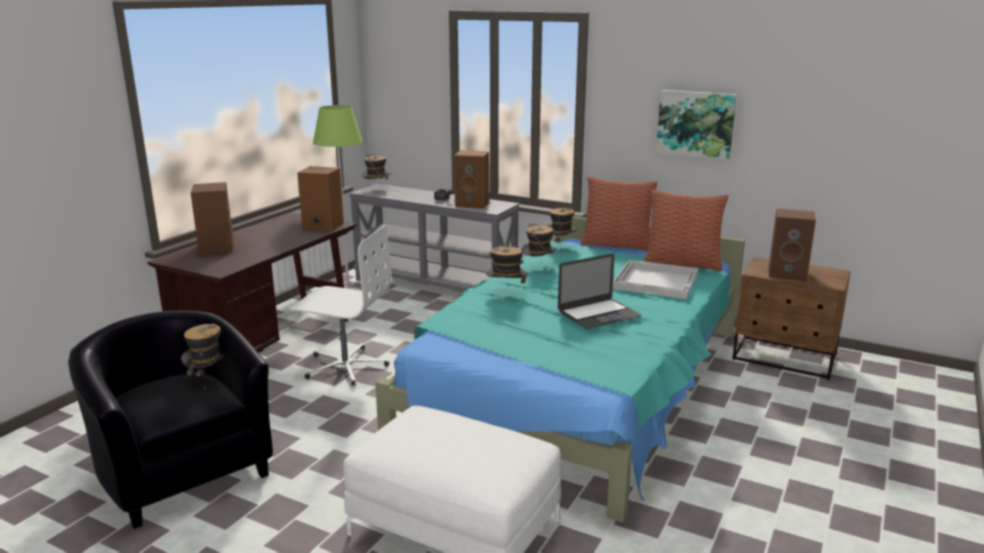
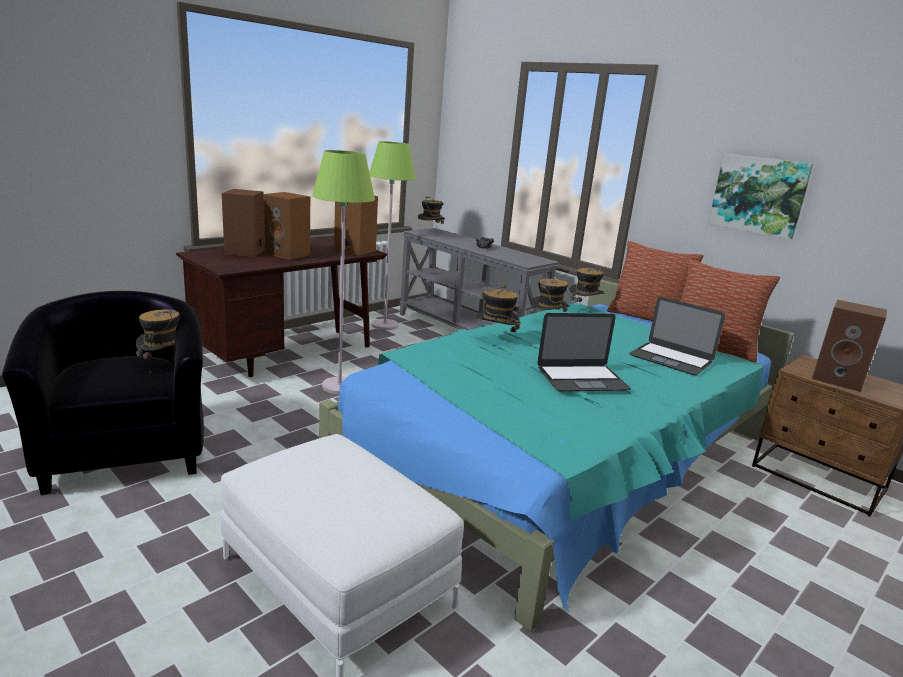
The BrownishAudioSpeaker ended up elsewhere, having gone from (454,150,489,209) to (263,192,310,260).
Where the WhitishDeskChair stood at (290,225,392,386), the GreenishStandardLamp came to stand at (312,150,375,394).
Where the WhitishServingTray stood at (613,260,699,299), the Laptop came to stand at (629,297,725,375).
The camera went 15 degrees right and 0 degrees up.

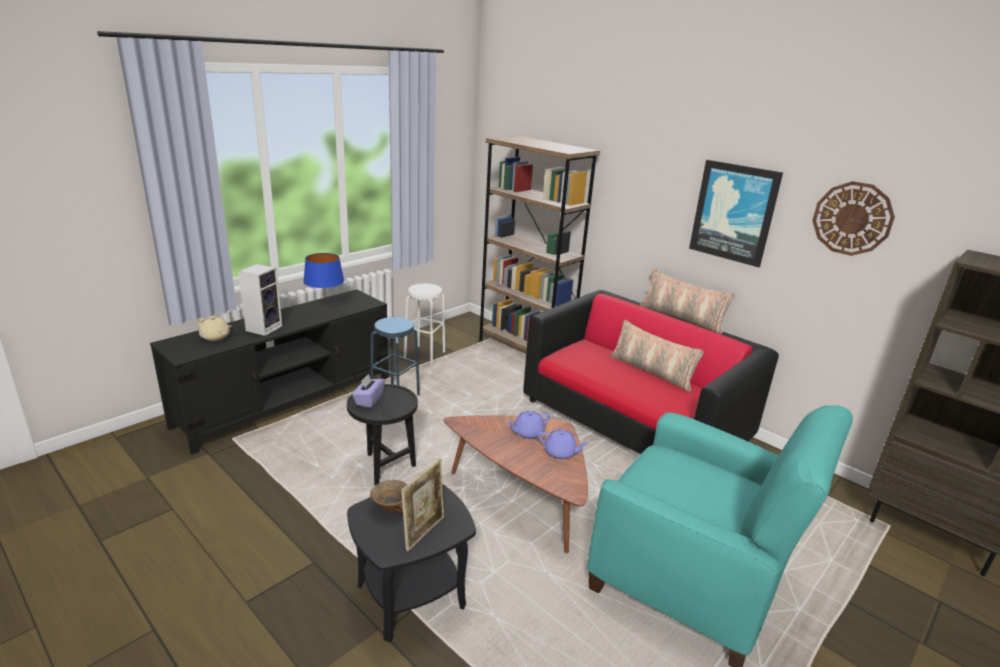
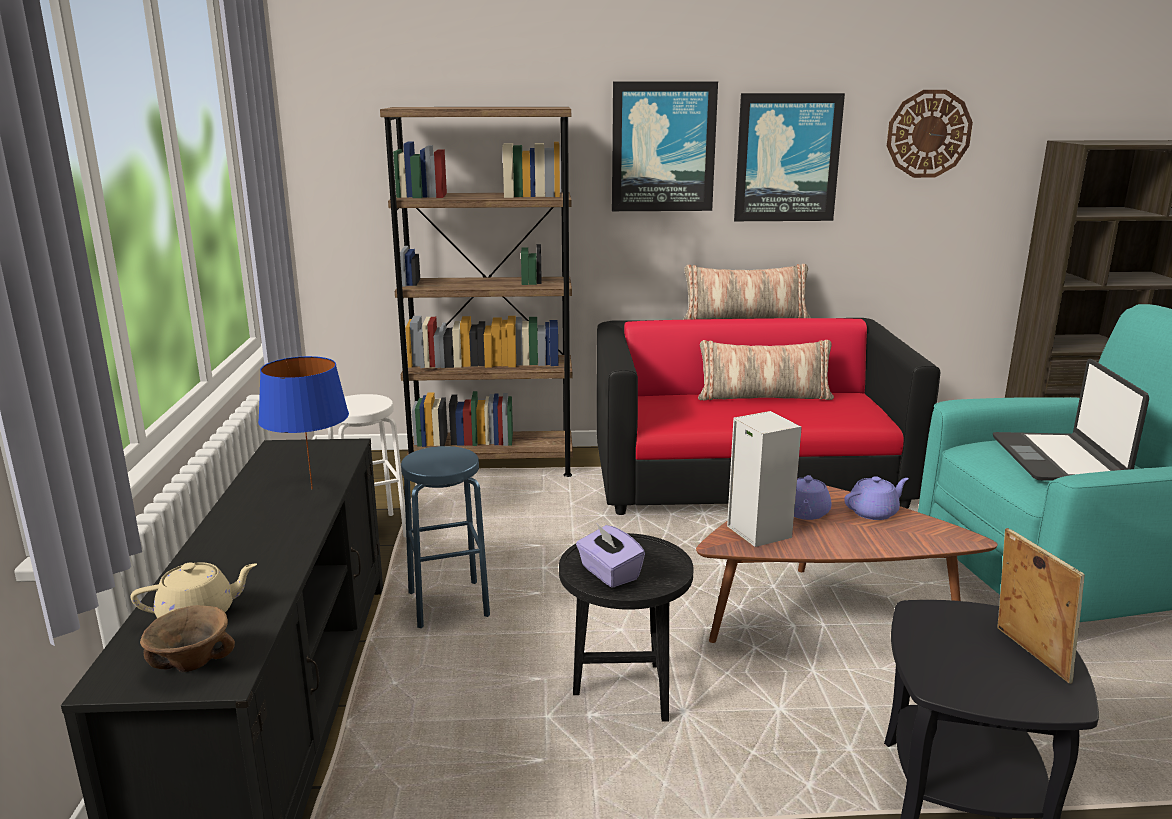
The AudioSpeaker ended up elsewhere, having gone from (238,264,282,336) to (727,411,802,547).
The BrownishServingBowl ended up elsewhere, having gone from (370,480,407,514) to (140,605,235,672).
The second view gained the Picture at (612,82,718,211).
The second view gained the Laptop at (993,359,1149,481).
The camera went 45 degrees left and 5 degrees down.

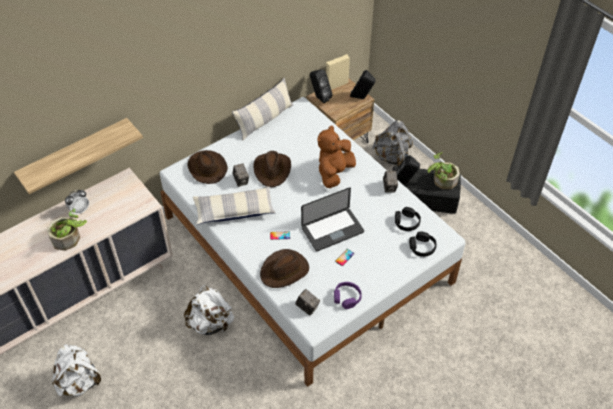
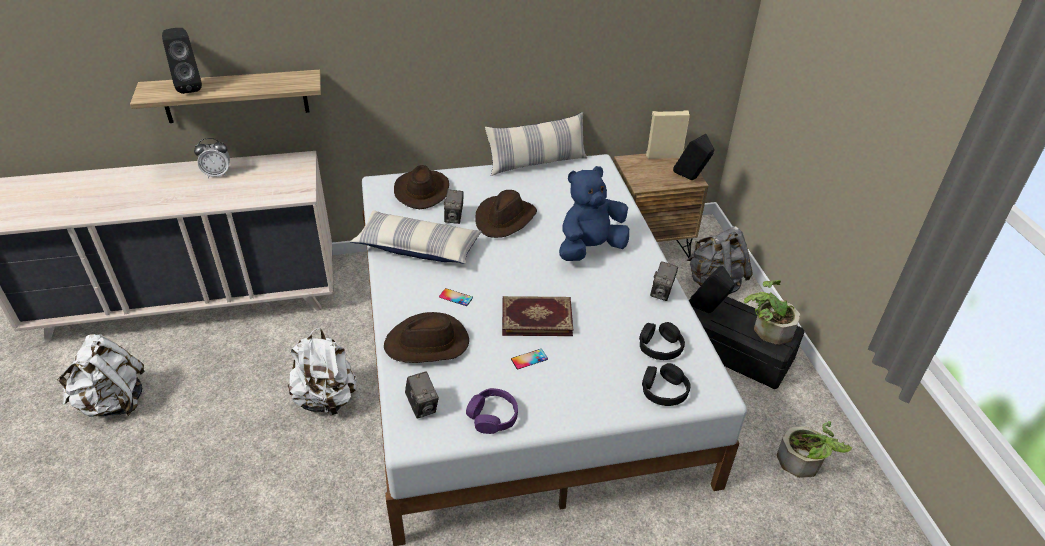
The BlackColouredAudioSpeaker ended up elsewhere, having gone from (310,70,333,103) to (162,28,202,94).
What was the BrownishPlushToy at (318,126,356,188) turned into the BluishPlushToy at (559,166,629,261).
Where the Laptop stood at (301,187,364,251), the Volume came to stand at (502,296,573,336).
The Houseplant ended up elsewhere, having gone from (47,208,87,251) to (777,421,852,478).
The camera went 25 degrees right and 10 degrees down.

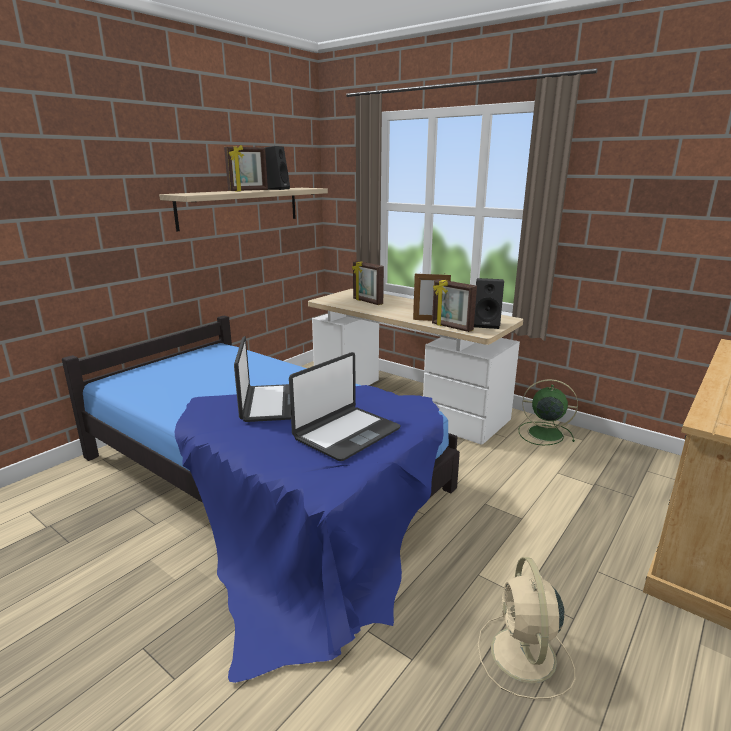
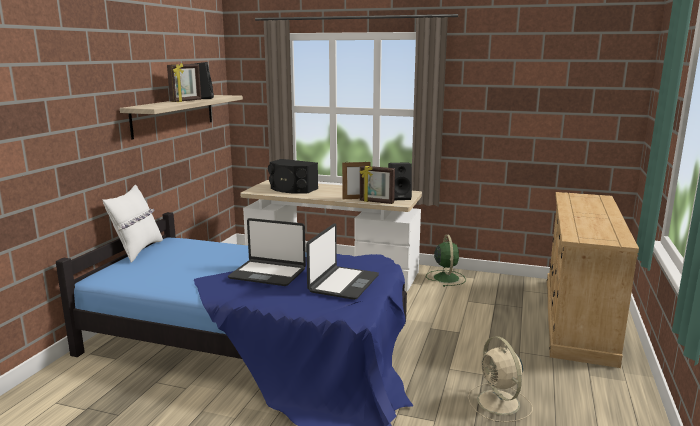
Where the PhotoFrame stood at (352,261,384,305), the BlackColouredAudioSpeaker came to stand at (268,159,318,194).
The Laptop at (234,336,291,422) ended up facing another way, 135 degrees clockwise from before.
The GreenishElectricFan at (519,379,578,446) ended up facing another way, 90 degrees clockwise from before.
The second view gained the WhitishCushion at (103,185,163,262).
The camera went 20 degrees left and 5 degrees down.

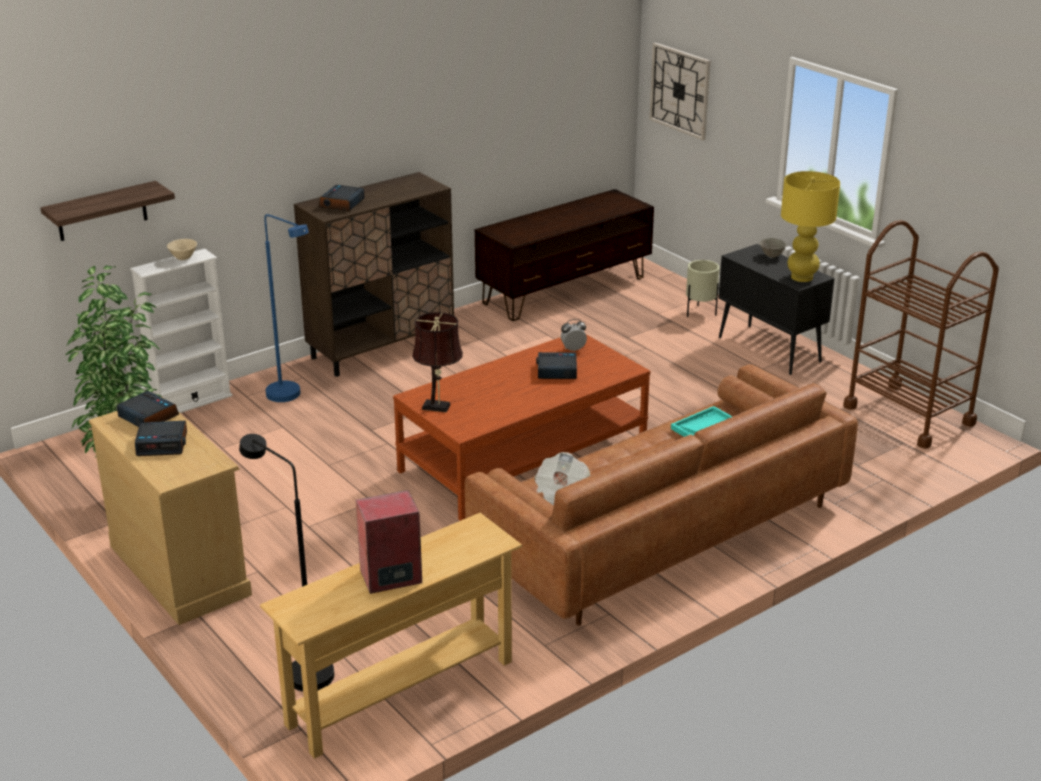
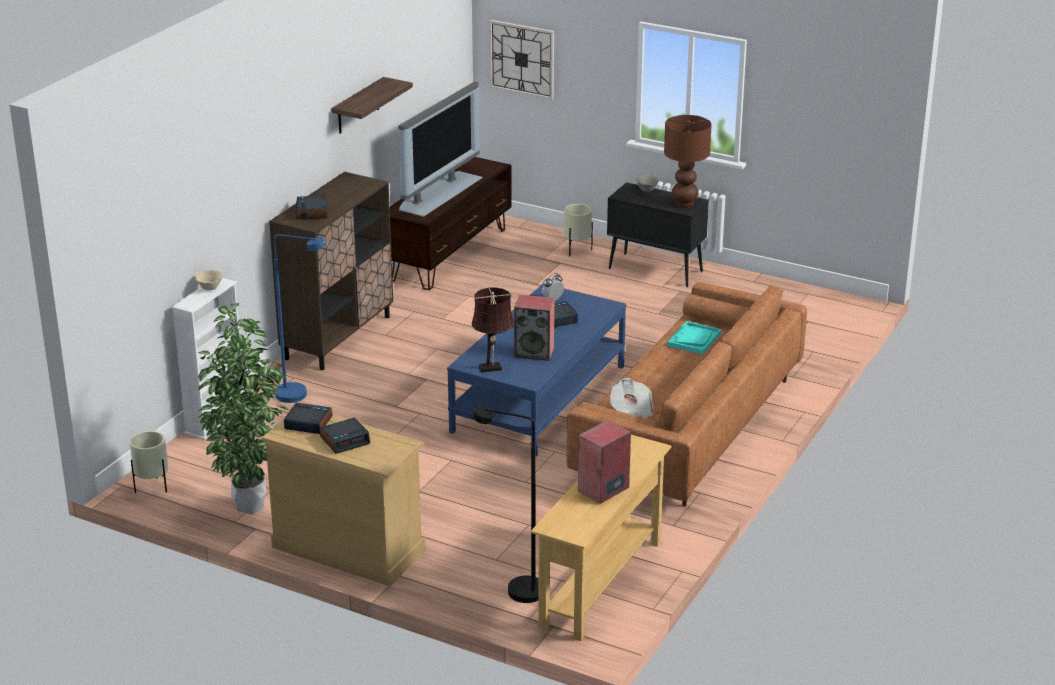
What was the YellowColouredLampForATable at (781,171,840,282) turned into the BrownishLampForATable at (664,115,712,208).
The WallShelf ended up elsewhere, having gone from (40,181,175,241) to (331,77,413,134).
The second view lost the BrownishCart at (843,220,999,449).
What was the BrownishLowTable at (393,334,650,521) turned into the BluishLowTable at (447,284,626,457).
The second view gained the Television at (398,81,482,217).
The second view gained the AudioSpeaker at (514,295,555,361).
The second view gained the SandColouredPlanter at (130,431,168,493).
The camera went 25 degrees left and 0 degrees up.

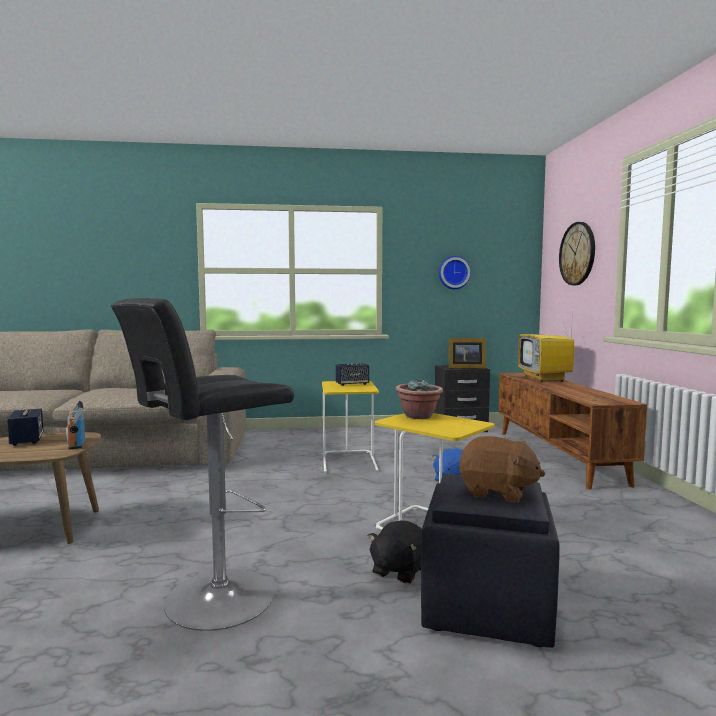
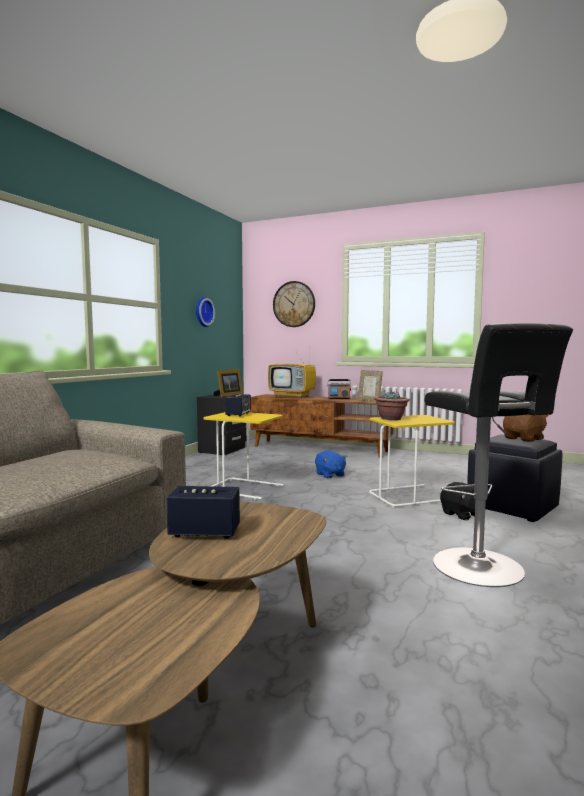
The RadioReceiver ended up elsewhere, having gone from (66,401,85,450) to (327,379,351,399).
The second view gained the PhotoFrame at (358,370,383,402).
The camera went 60 degrees left and 0 degrees up.

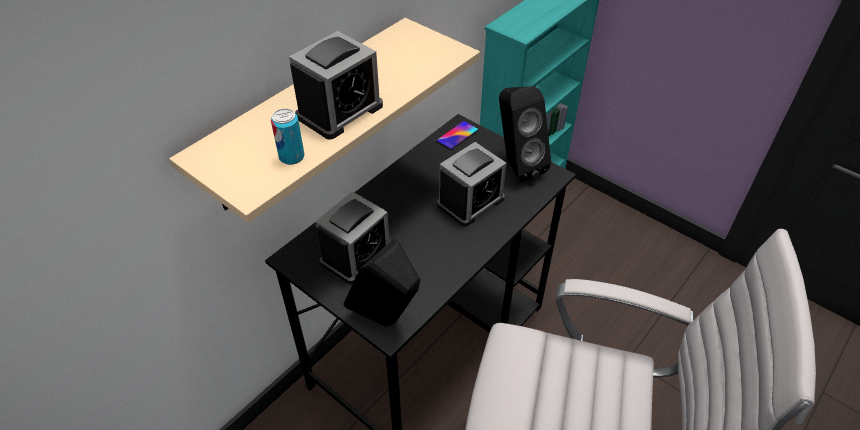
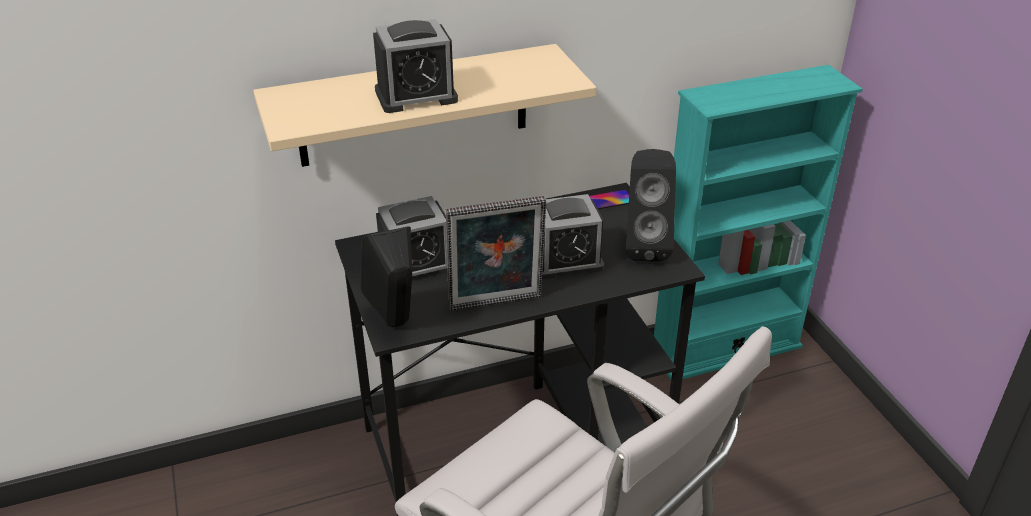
The second view lost the SealedCan at (271,109,304,165).
The second view gained the PhotoFrame at (446,196,546,311).
The camera went 30 degrees right and 10 degrees down.

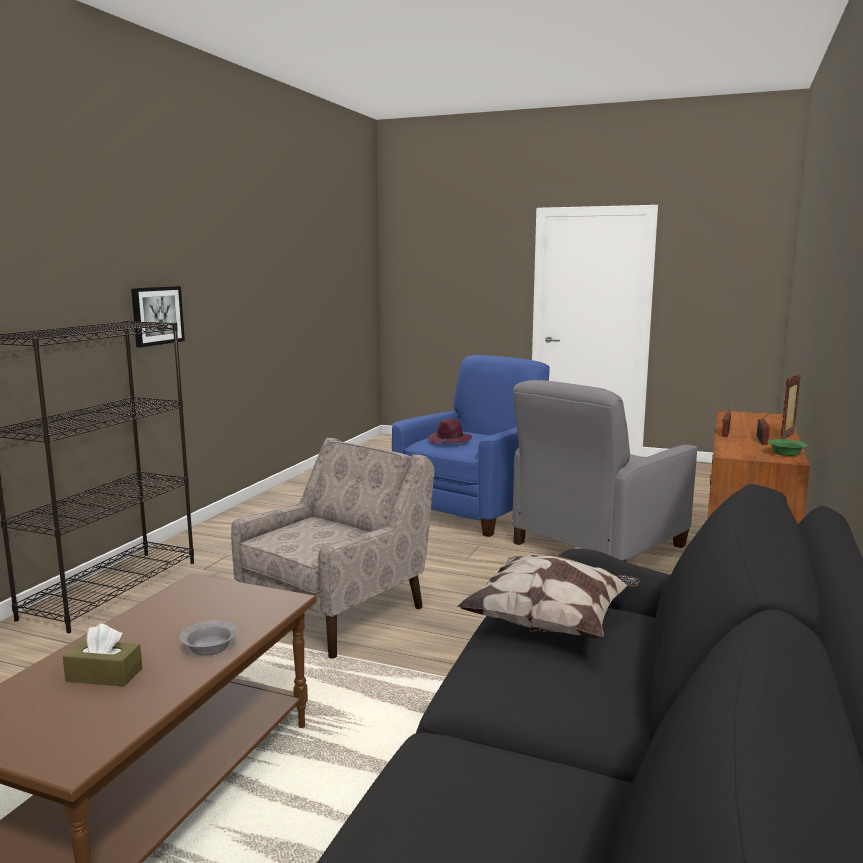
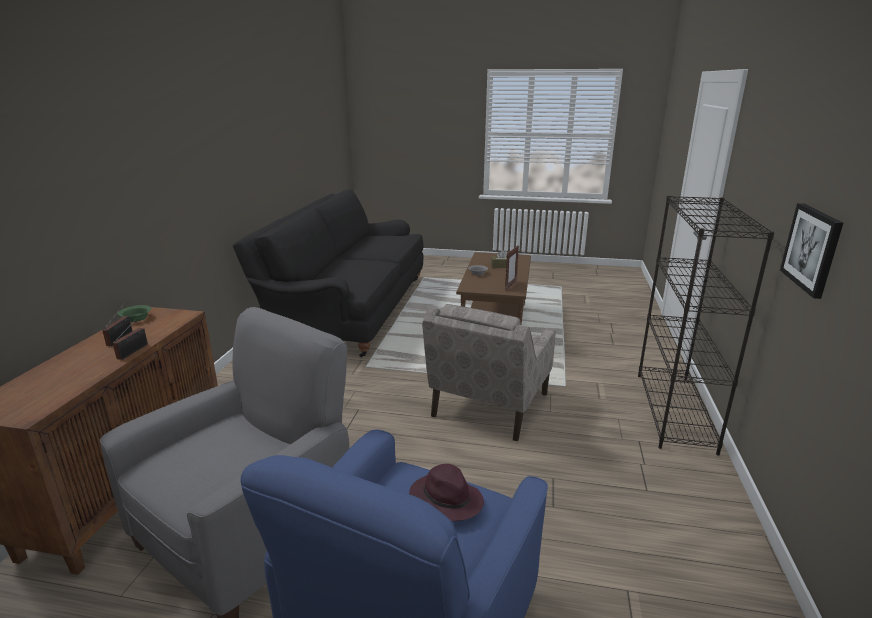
The PhotoFrame ended up elsewhere, having gone from (781,374,801,439) to (505,245,519,290).
The second view lost the Cushion at (457,555,640,639).
The camera went 170 degrees right and 10 degrees up.

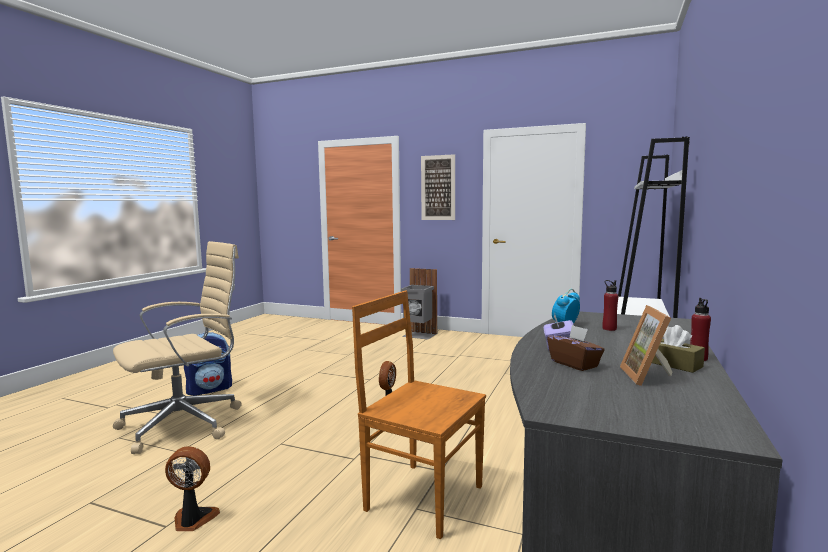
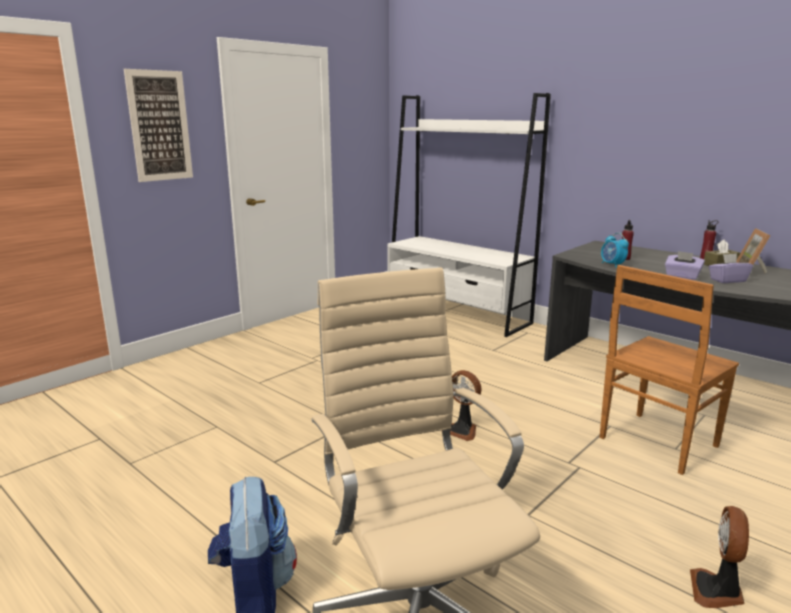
The second view lost the GreyRubbishBin at (401,268,437,340).
The PhotoFrame at (620,305,672,386) ended up facing another way, 75 degrees clockwise from before.
What was the BrownishTissueHolder at (547,325,604,371) turned into the PurpleColouredTissueHolder at (709,254,753,283).
The camera went 70 degrees left and 10 degrees up.

